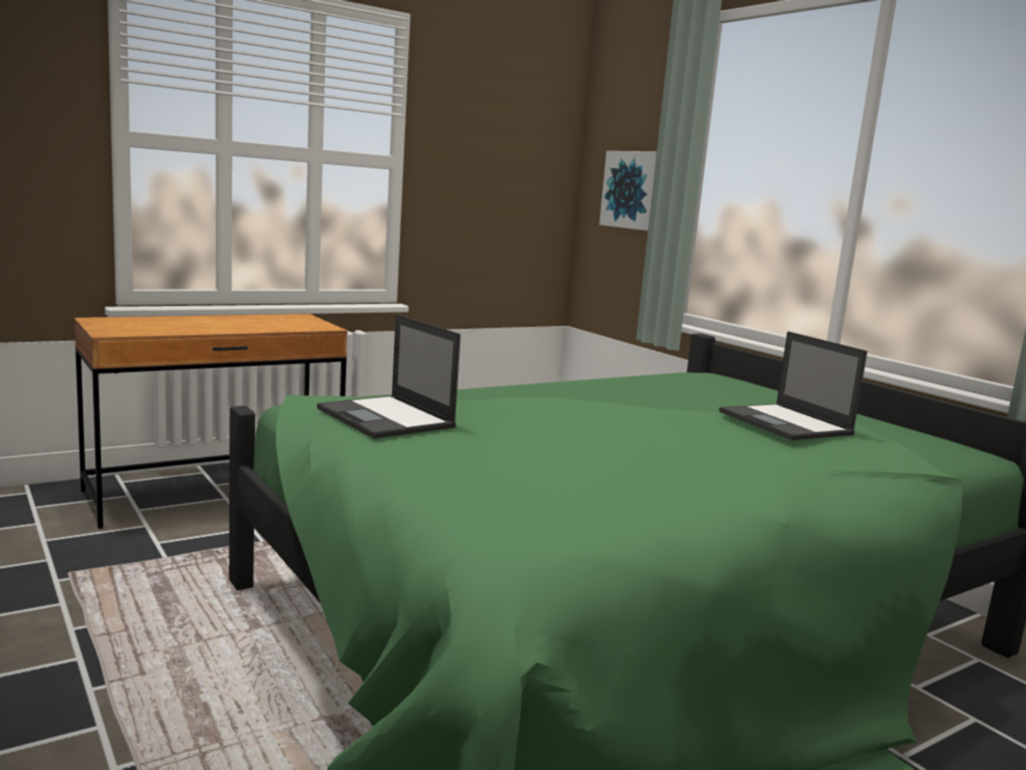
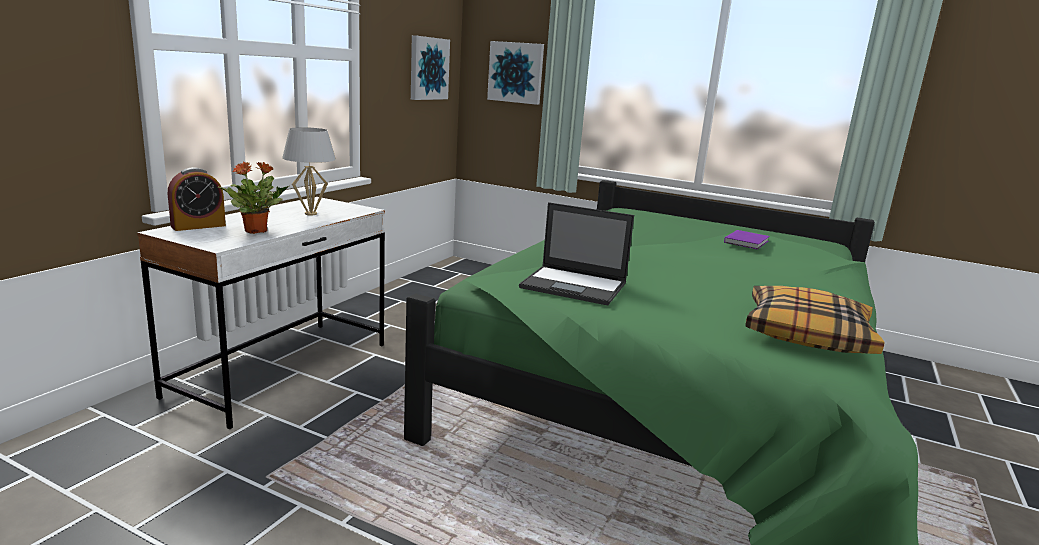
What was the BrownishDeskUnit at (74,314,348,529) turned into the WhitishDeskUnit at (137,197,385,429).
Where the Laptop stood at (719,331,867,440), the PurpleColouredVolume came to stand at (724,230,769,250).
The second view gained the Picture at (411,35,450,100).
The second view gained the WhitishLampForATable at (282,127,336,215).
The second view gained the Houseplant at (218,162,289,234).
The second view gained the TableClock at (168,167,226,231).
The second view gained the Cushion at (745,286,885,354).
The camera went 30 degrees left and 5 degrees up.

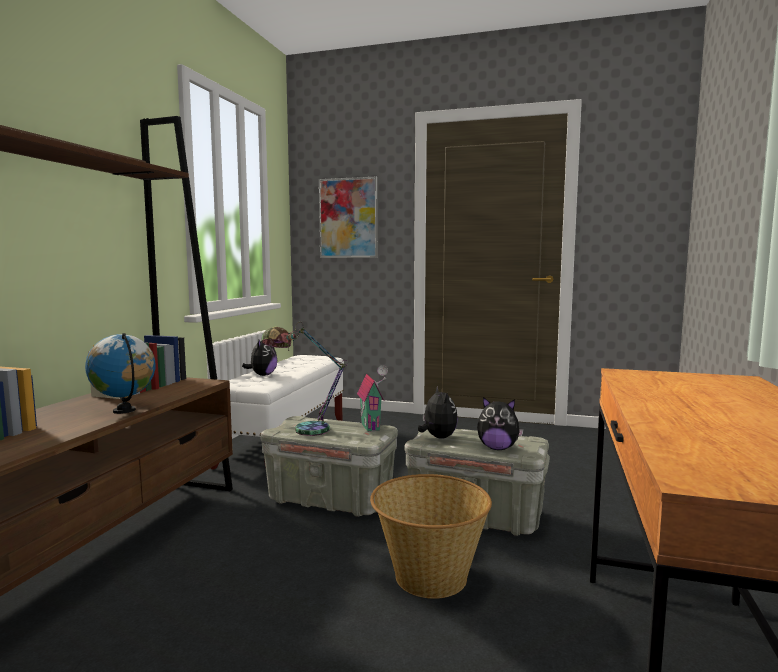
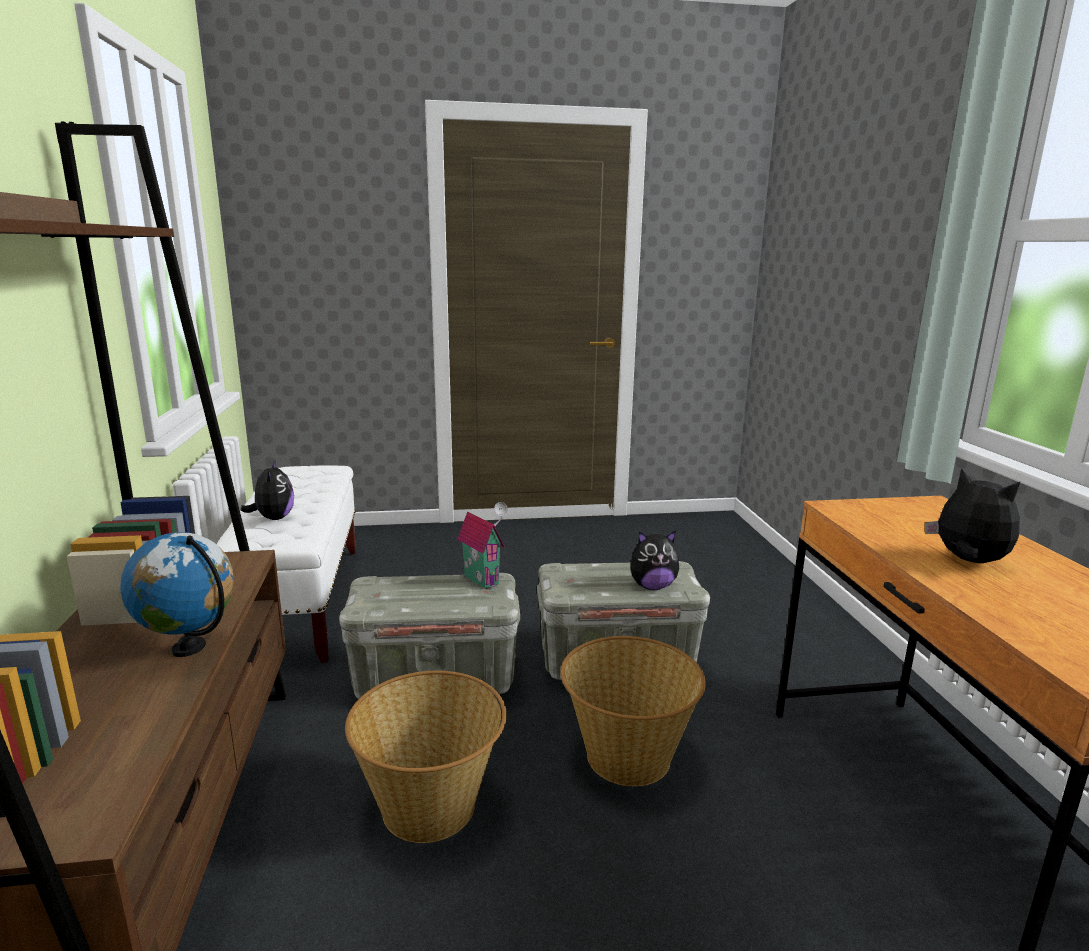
The second view lost the Picture at (319,176,378,258).
The second view lost the LampForATable at (261,322,348,436).
The PlushToy ended up elsewhere, having gone from (418,385,458,439) to (925,468,1021,563).
The second view gained the HouseholdBasket at (345,671,507,843).
The camera went 25 degrees left and 10 degrees up.

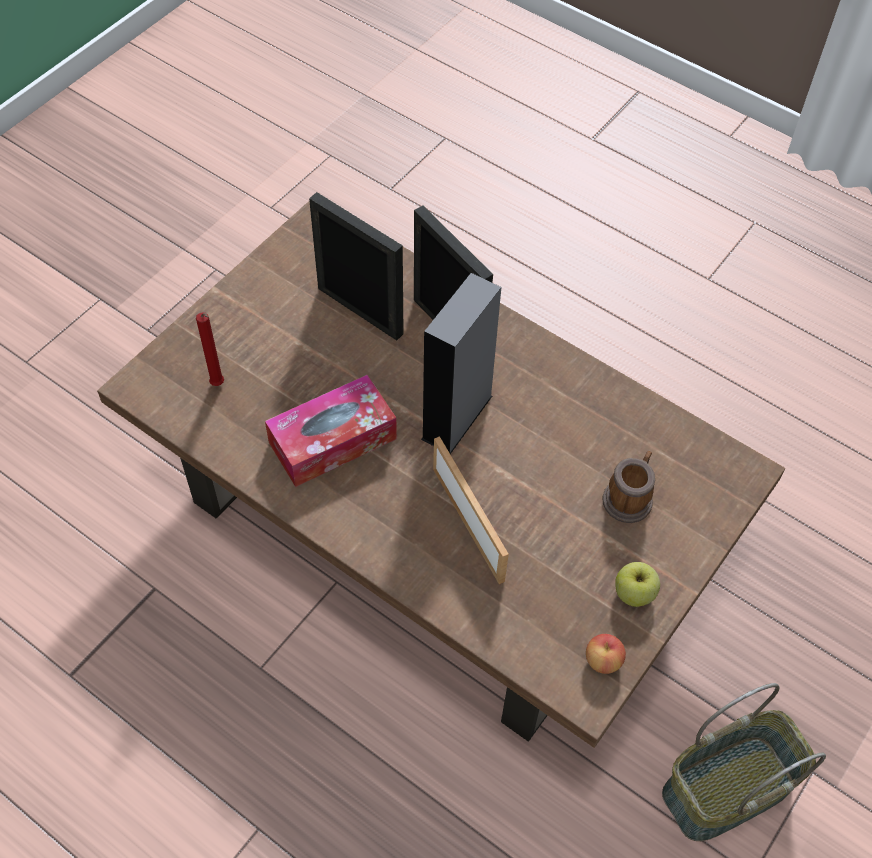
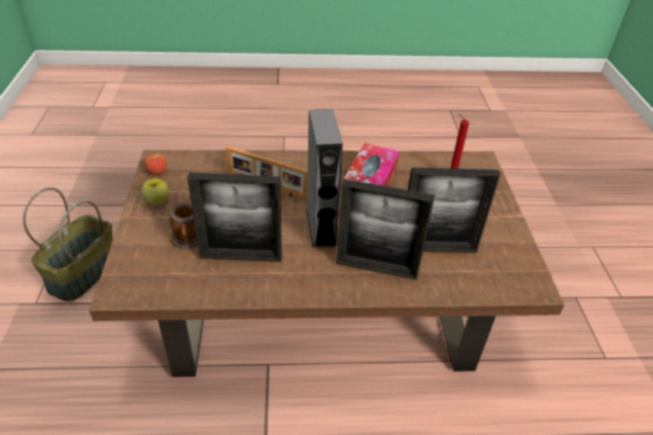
The second view gained the PhotoFrame at (187,172,282,262).
The camera went 140 degrees right and 15 degrees down.

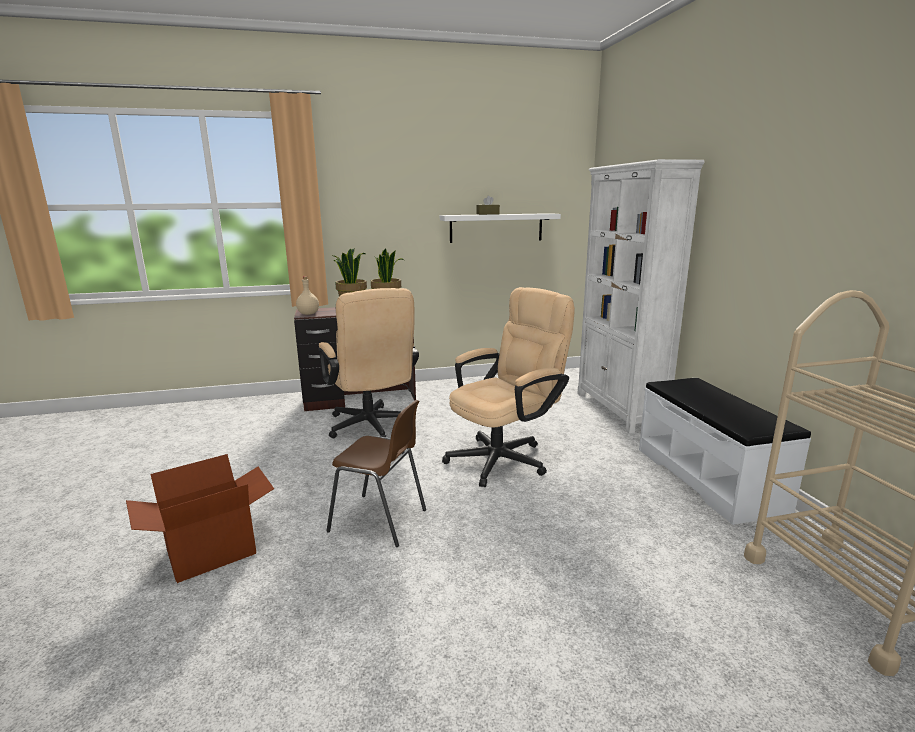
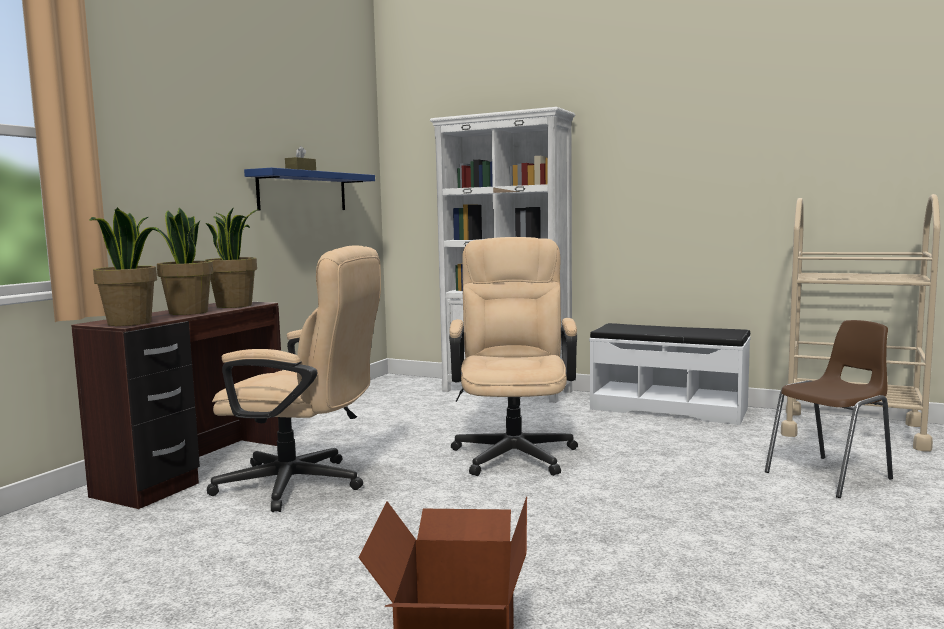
What was the WhitishWallShelf at (440,213,561,243) turned into the BluishWallShelf at (244,168,375,210).
Where the SandColouredBeverageBottle stood at (296,276,319,315), the Houseplant came to stand at (89,207,159,326).
The BrownishChair ended up elsewhere, having gone from (326,400,426,547) to (765,320,893,498).
The camera went 50 degrees left and 10 degrees down.

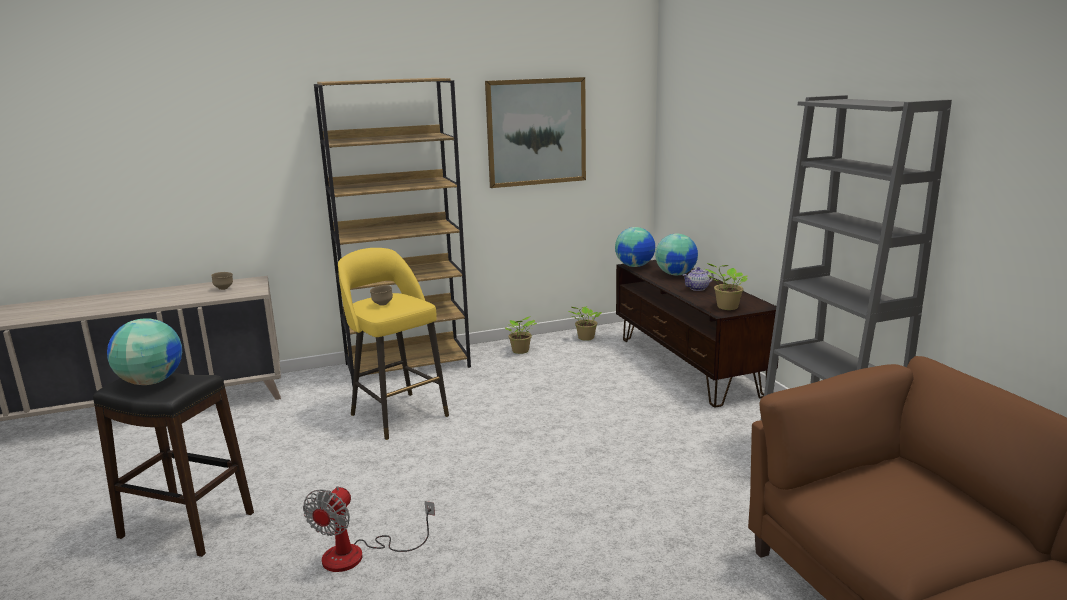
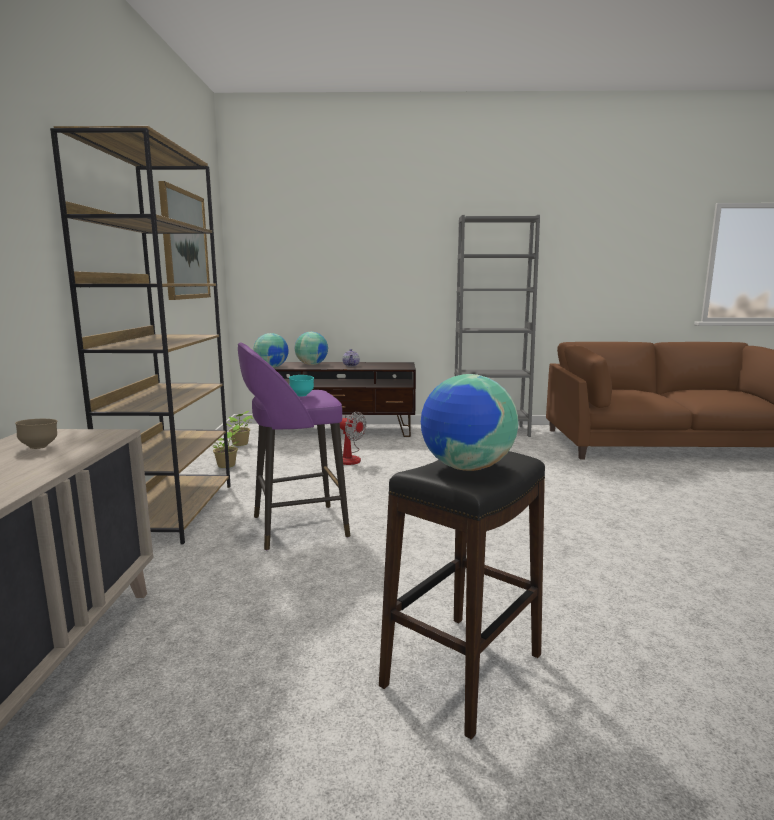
What was the YellowColouredSittingStool at (338,248,449,440) turned into the PurpleColouredSittingStool at (238,343,350,550).
The second view lost the Houseplant at (706,263,748,310).
What was the BrownishServingBowl at (370,285,393,306) turned into the TurquoiseServingBowl at (289,375,314,397).
The ElectricFan ended up elsewhere, having gone from (303,486,435,572) to (340,412,367,465).
The camera went 70 degrees left and 5 degrees down.

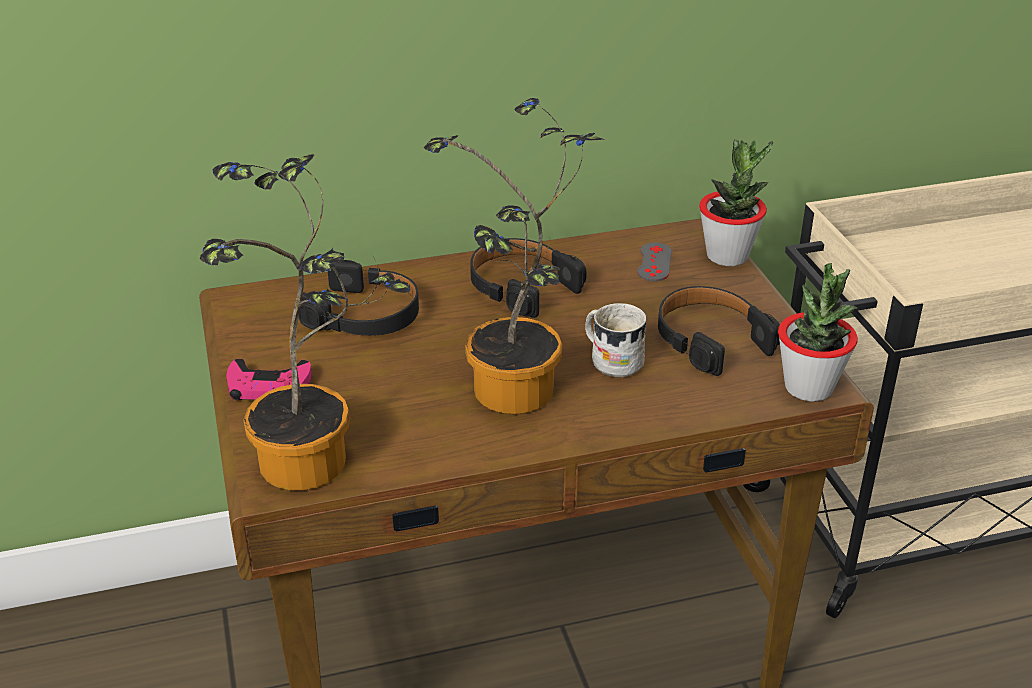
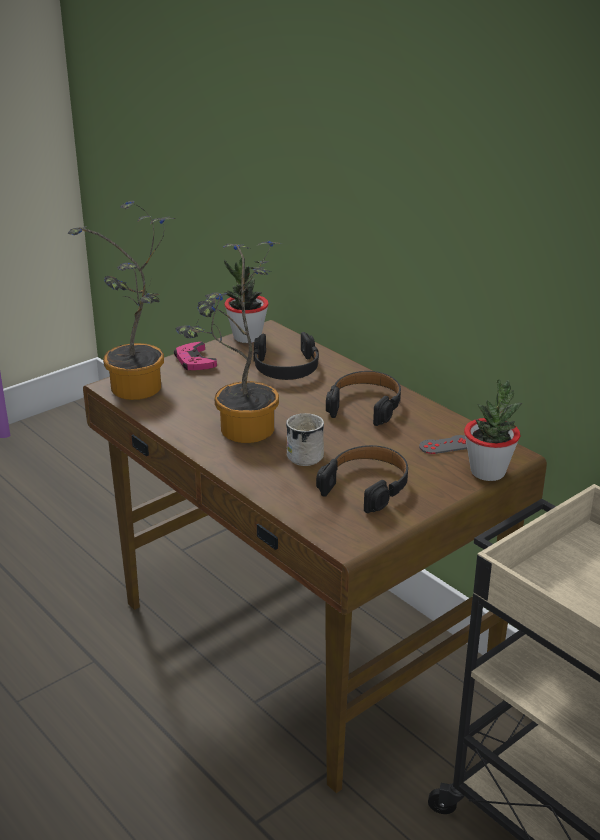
The Houseplant ended up elsewhere, having gone from (778,263,858,402) to (224,258,269,343).
The camera went 65 degrees right and 5 degrees down.

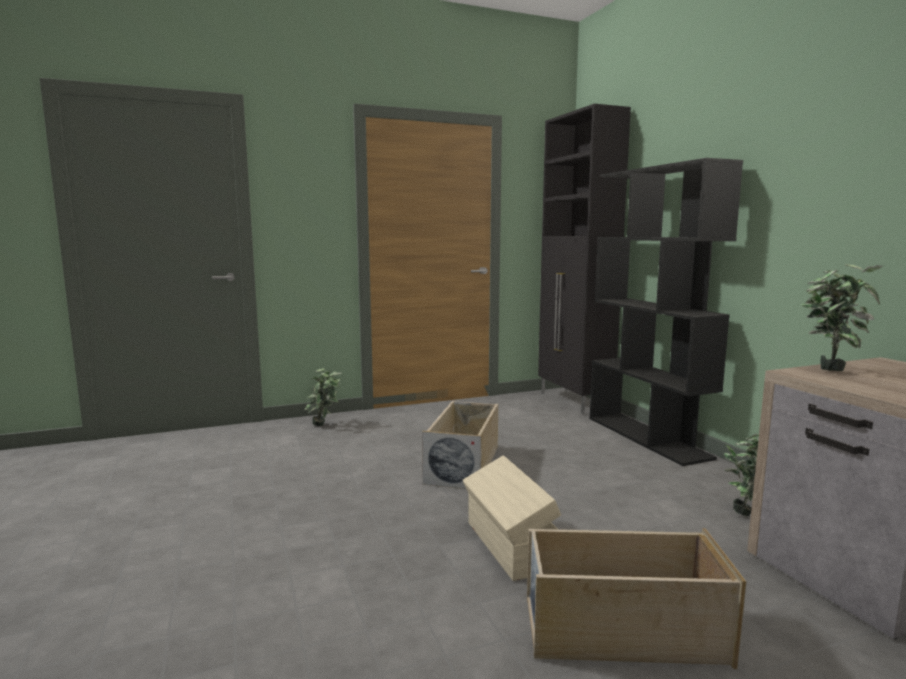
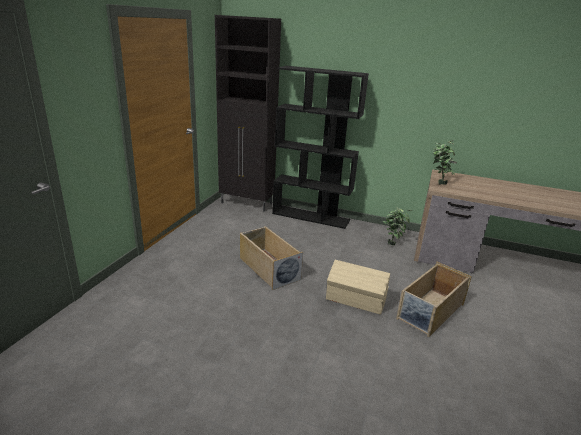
The second view lost the Houseplant at (304,369,342,426).
The camera went 50 degrees left and 15 degrees up.

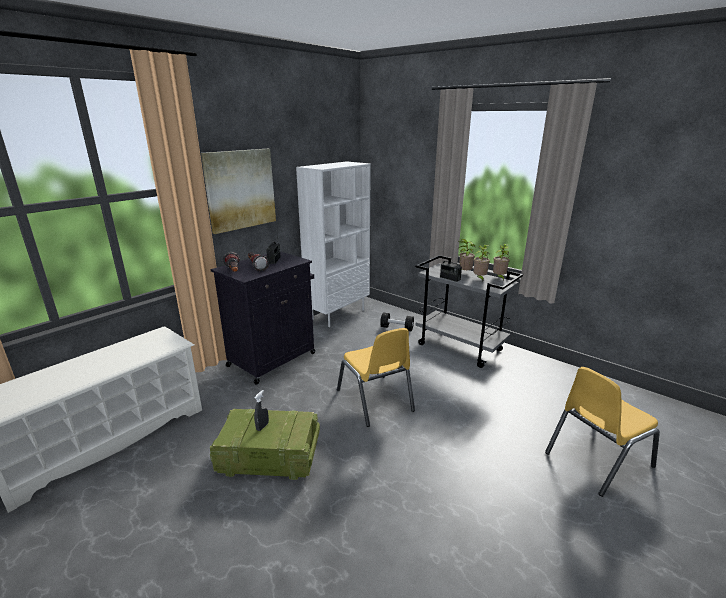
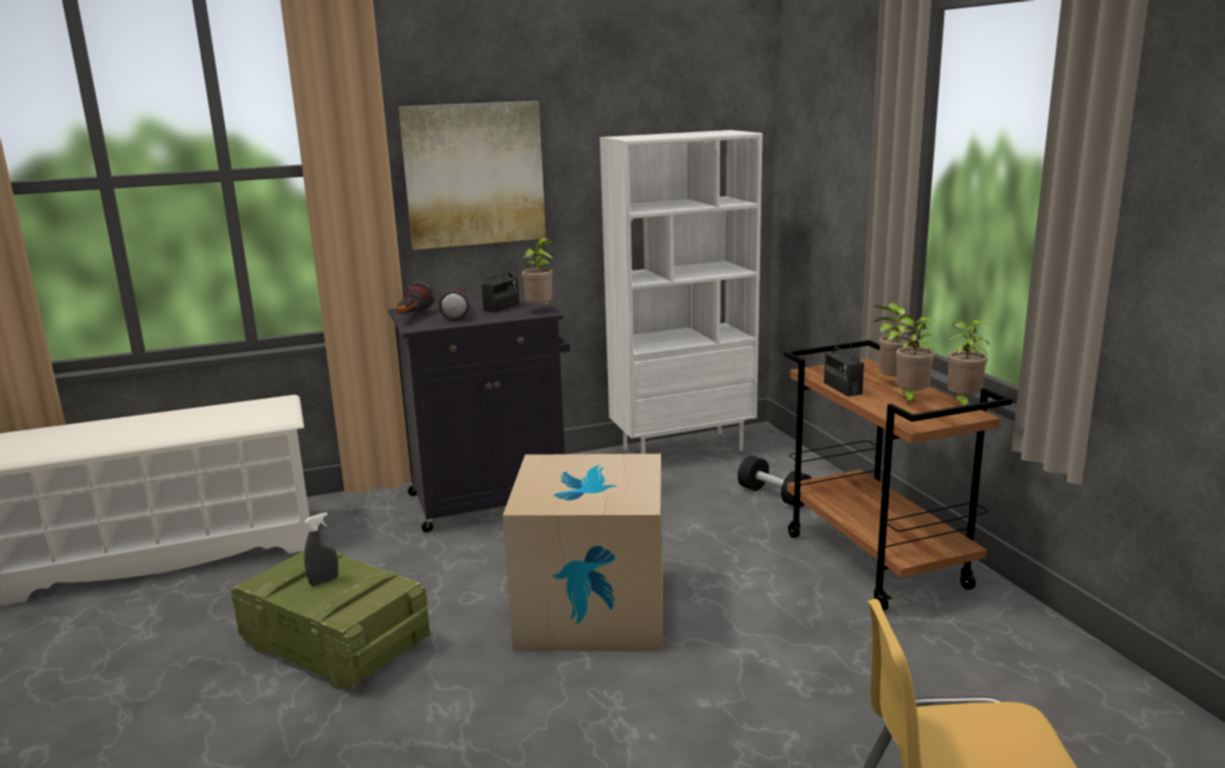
What was the GreyCart at (415,255,523,368) turned into the BrownishCart at (784,340,1012,611).
Where the YellowColouredChair stood at (337,328,415,427), the PackingBox came to stand at (503,454,663,652).
The second view gained the Houseplant at (522,239,553,306).
The camera went 30 degrees right and 5 degrees down.

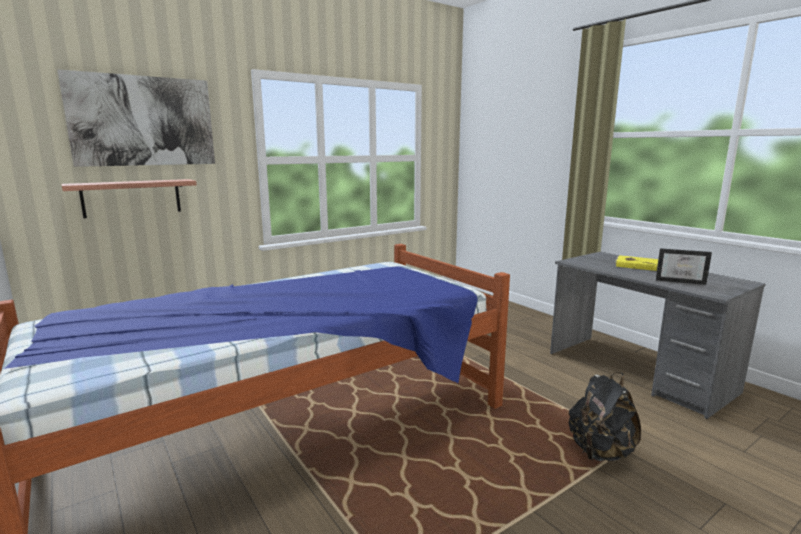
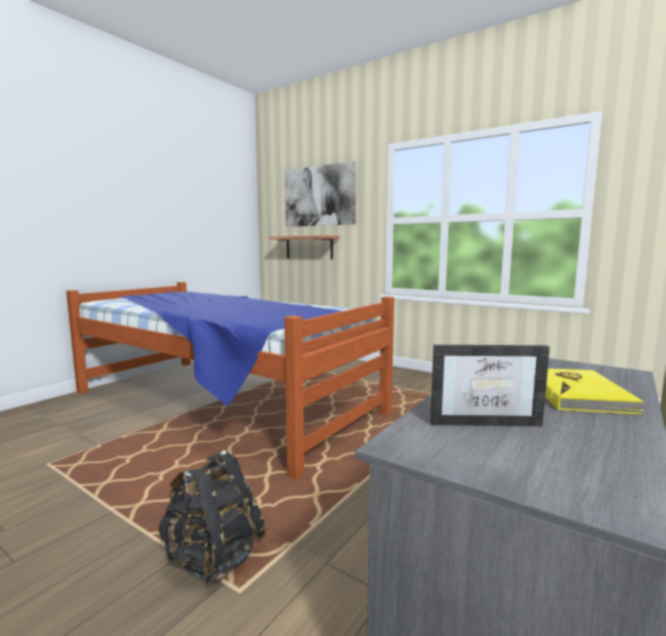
The PhotoFrame at (655,248,712,285) ended up facing another way, 90 degrees counterclockwise from before.
The camera went 70 degrees right and 5 degrees down.

